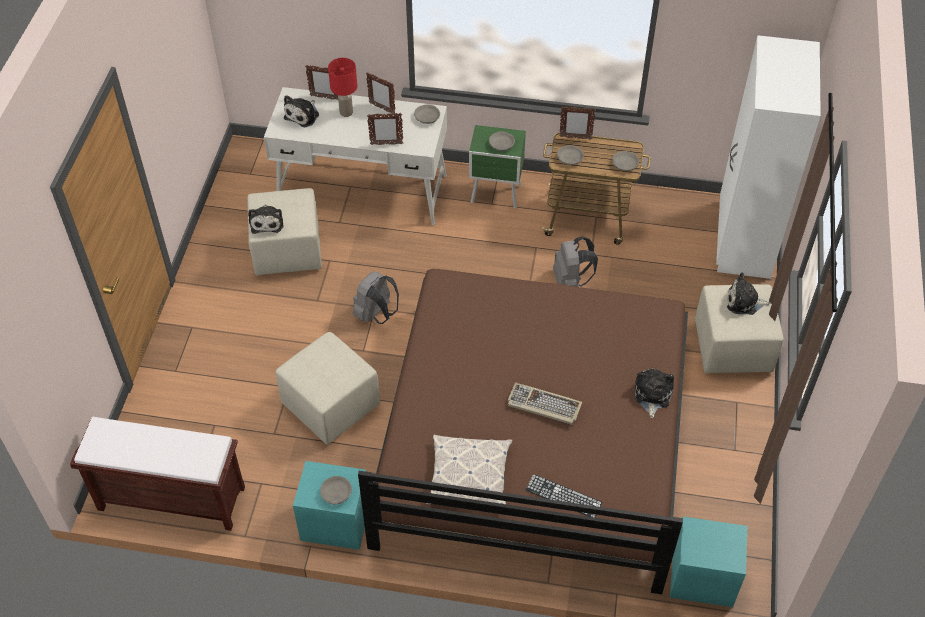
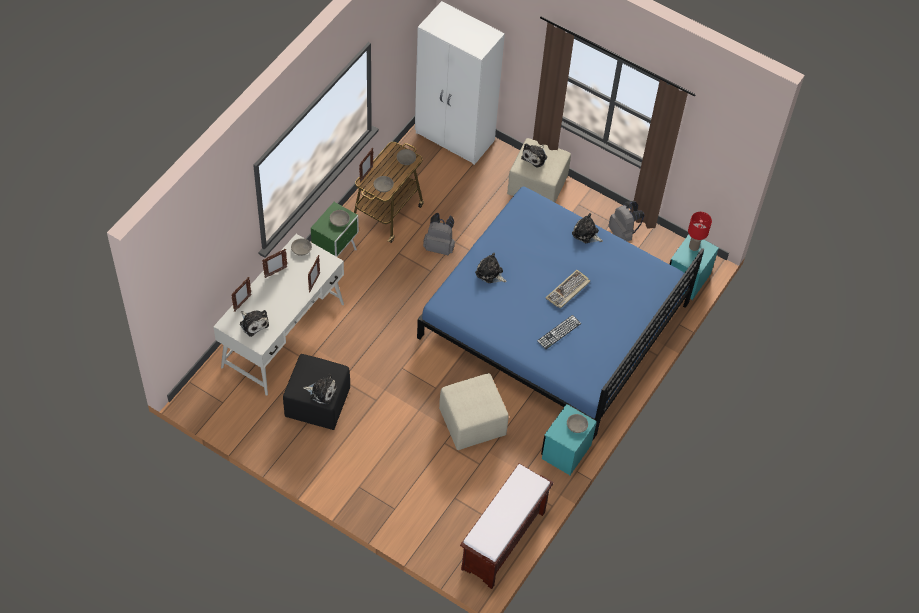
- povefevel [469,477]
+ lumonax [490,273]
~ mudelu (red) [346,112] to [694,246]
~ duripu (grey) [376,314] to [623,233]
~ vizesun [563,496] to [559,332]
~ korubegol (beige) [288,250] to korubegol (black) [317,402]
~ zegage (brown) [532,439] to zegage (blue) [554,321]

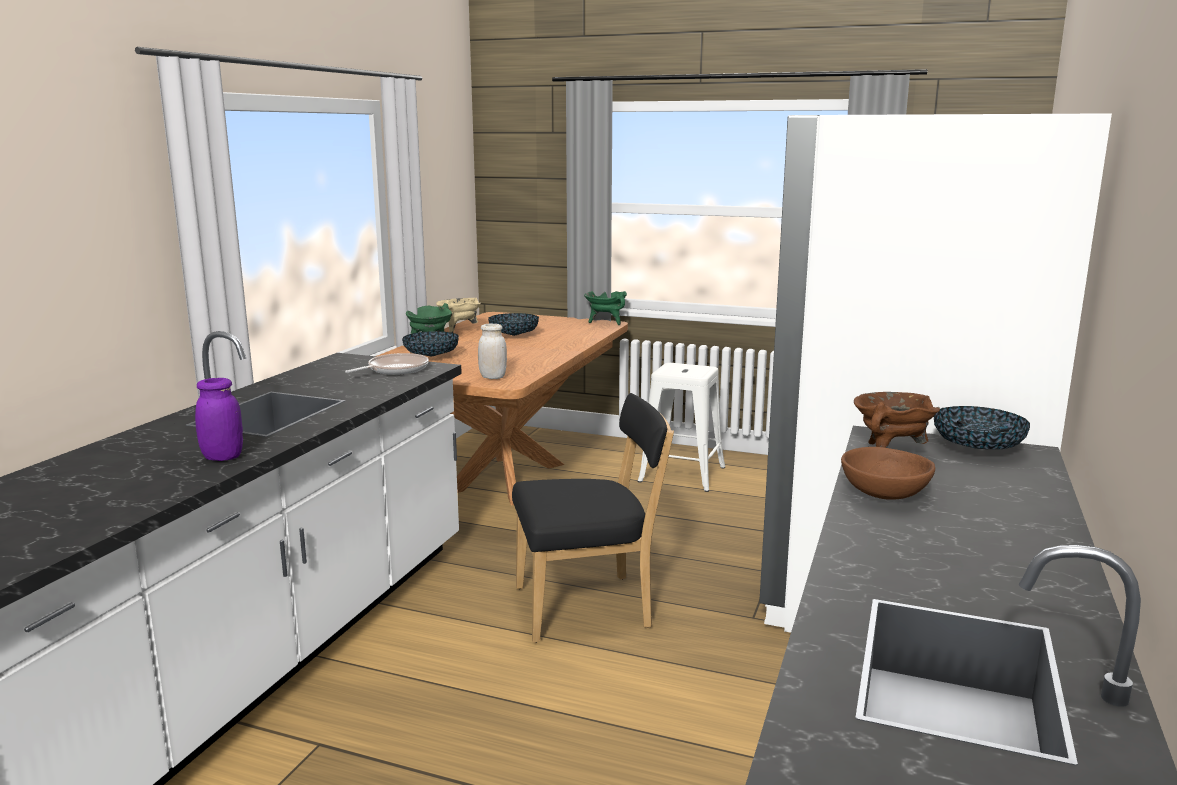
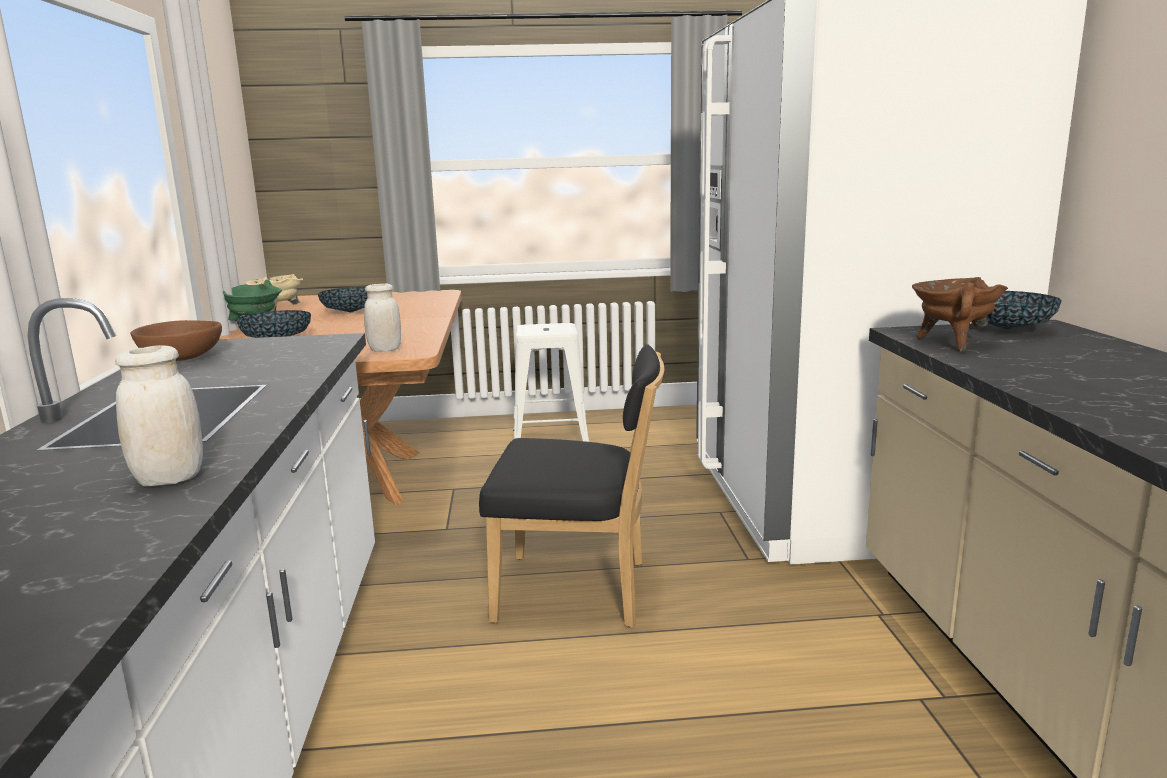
- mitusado [395,370]
- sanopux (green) [606,322]
~ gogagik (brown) [885,494] to [183,358]
~ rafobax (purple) [223,457] to rafobax (white) [169,479]
~ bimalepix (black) [589,607] = [580,591] 45 degrees clockwise

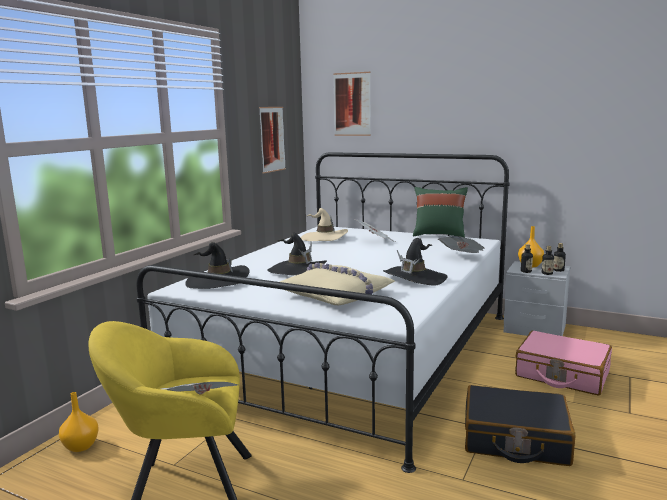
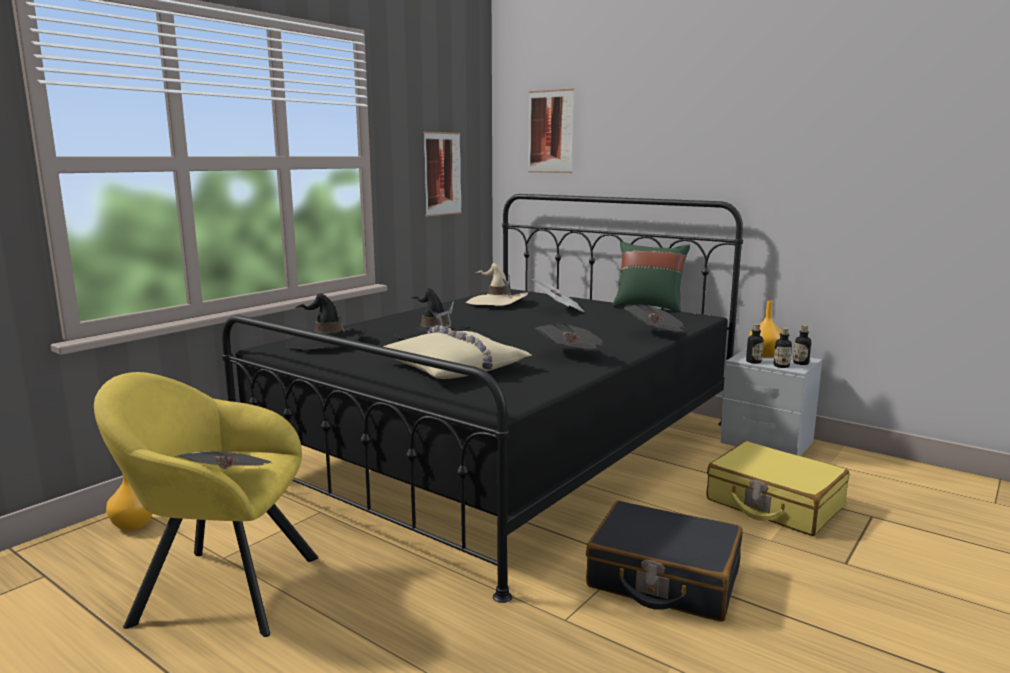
~ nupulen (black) [414,278] to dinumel [571,355]
~ zegage (white) [350,352] to zegage (black) [504,449]
~ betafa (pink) [562,374] to betafa (yellow) [774,503]

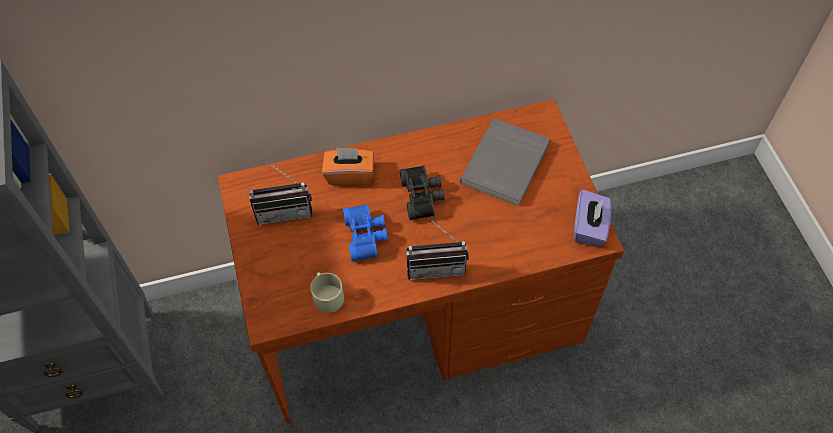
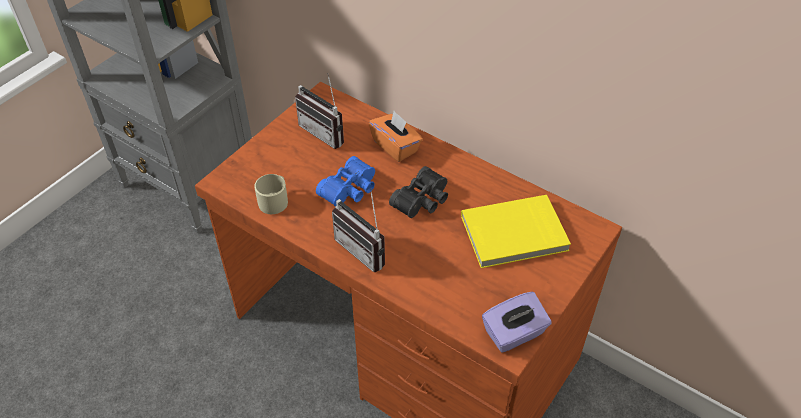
~ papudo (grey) [506,164] to papudo (yellow) [514,235]

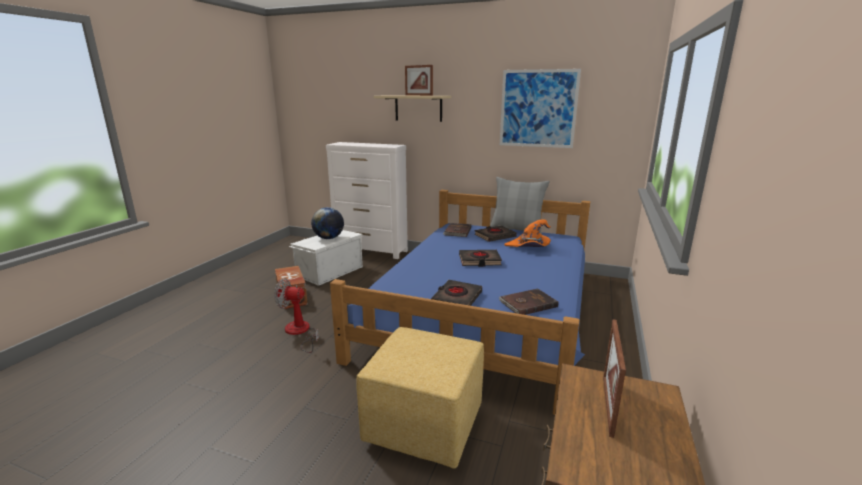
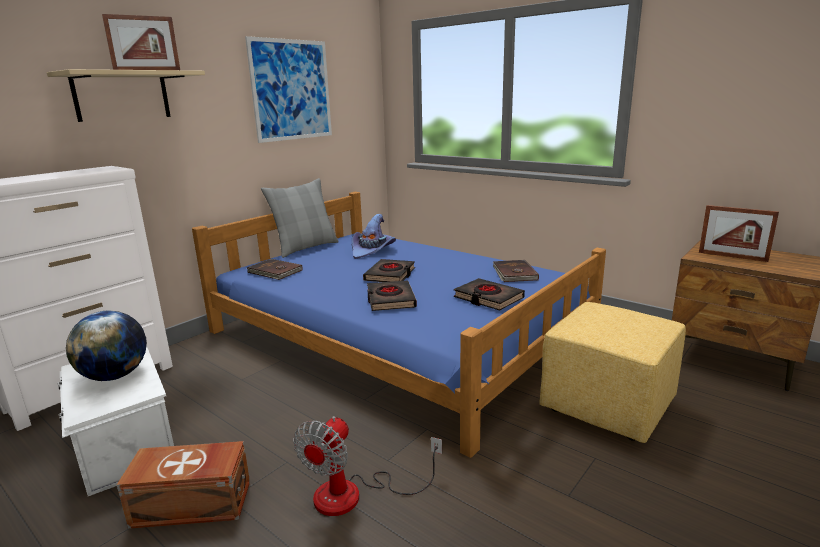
~ papudo (black) [495,236] to [390,300]
~ nupulen (orange) [529,247] to nupulen (purple) [372,251]

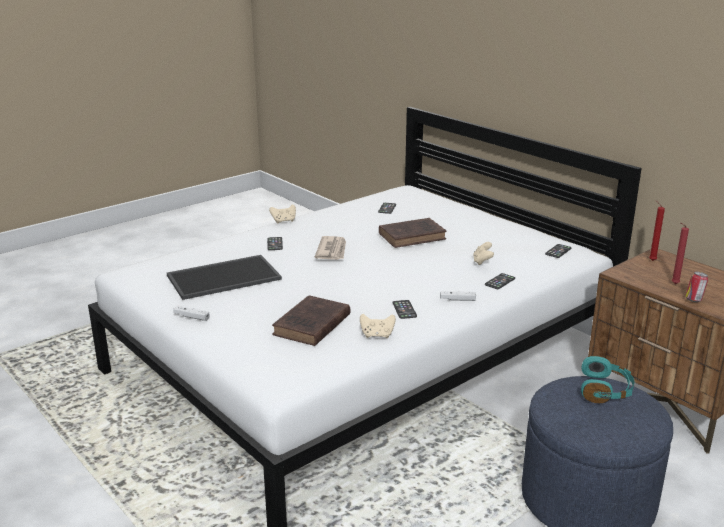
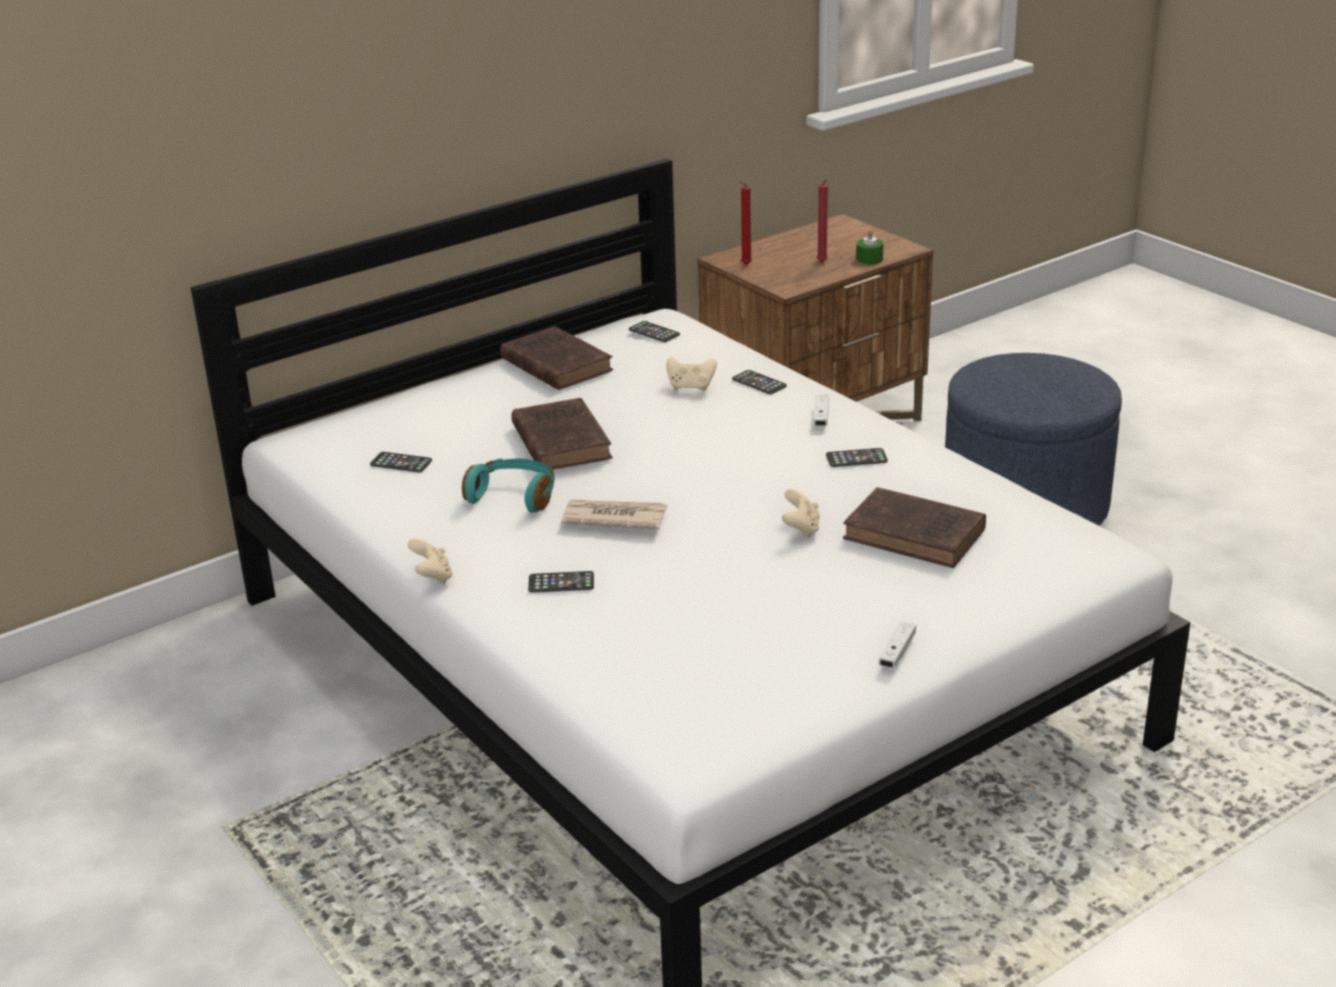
- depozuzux [224,276]
+ papudo (brown) [554,364]
~ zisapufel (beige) [377,335] to [801,529]
~ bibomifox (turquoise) [605,390] to [514,496]
~ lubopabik [694,300] to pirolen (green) [869,259]

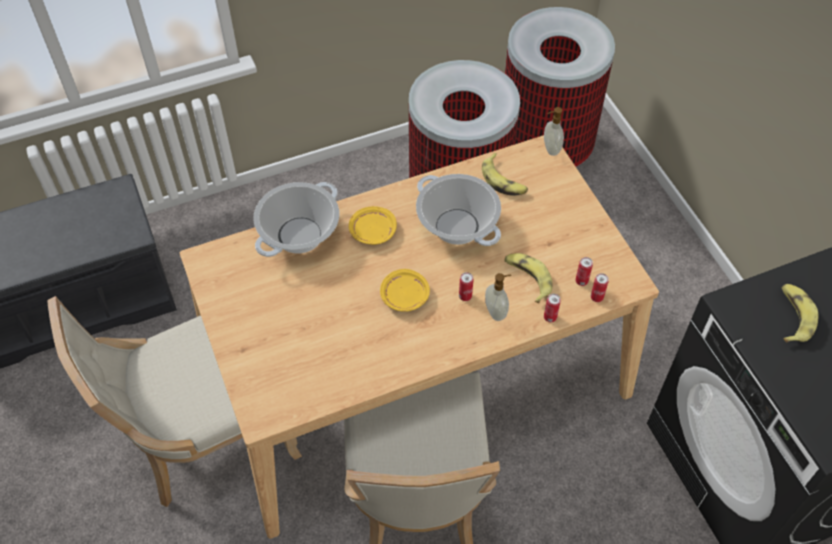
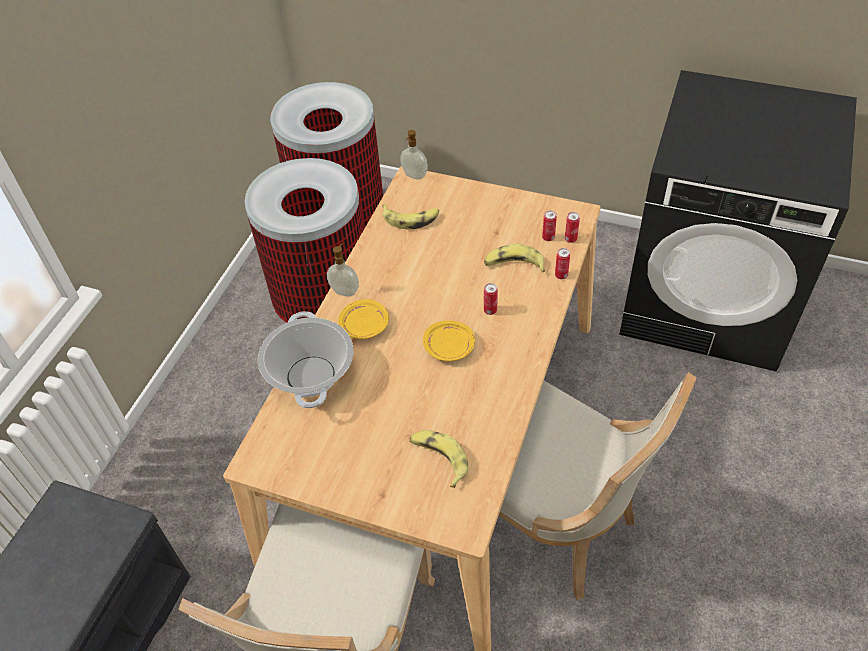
- sanopux [457,226]
~ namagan [496,312] to [345,291]
~ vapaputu [793,316] to [439,458]

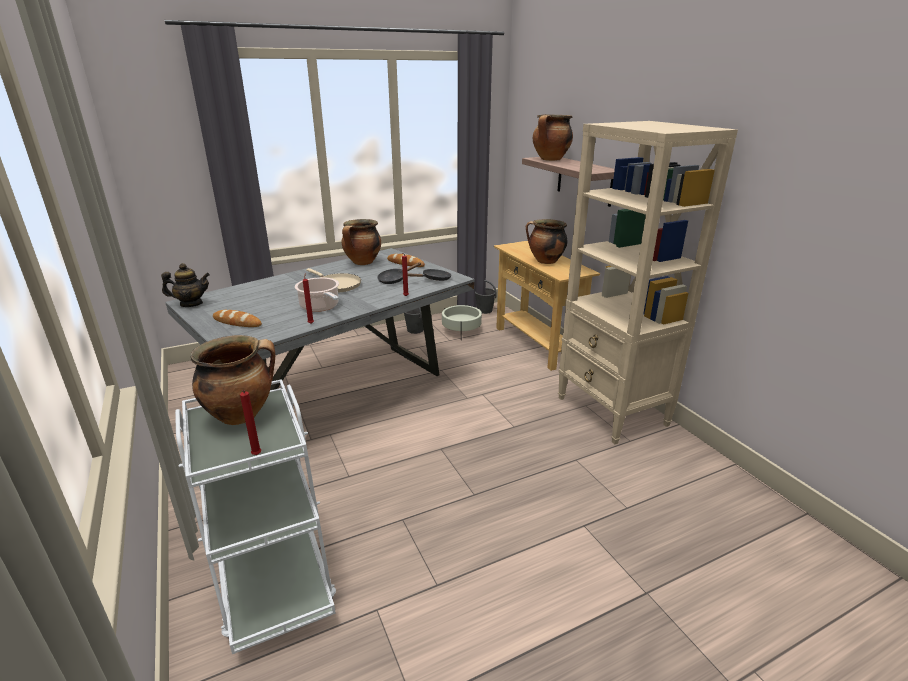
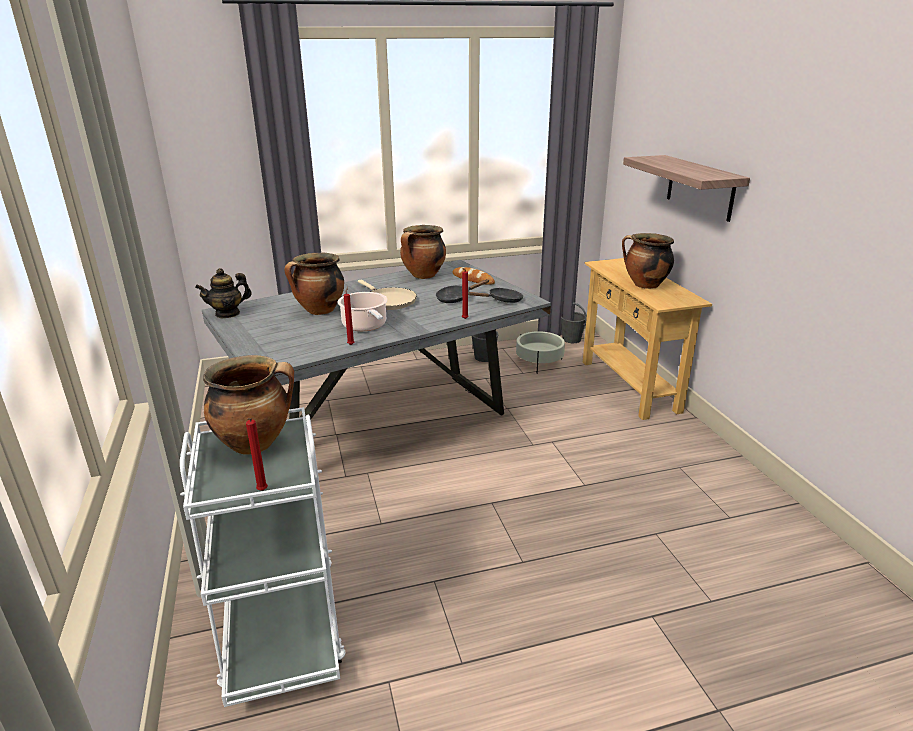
- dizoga [237,322]
- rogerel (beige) [612,412]
~ sanopux [550,160] to [319,311]
~ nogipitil [191,304] = [228,313] 150 degrees clockwise

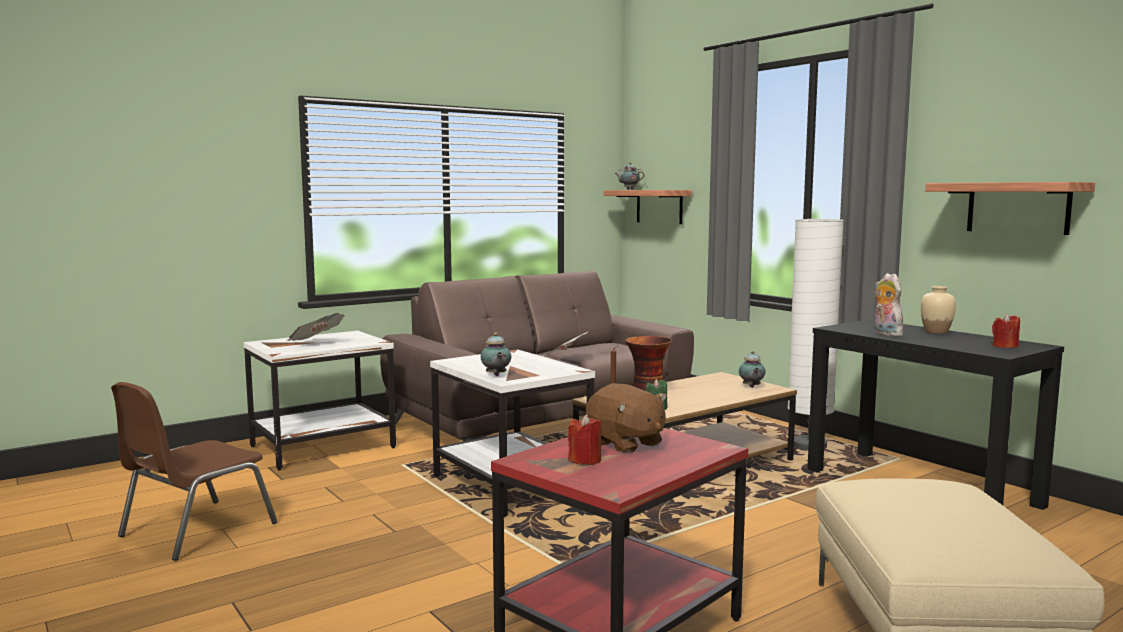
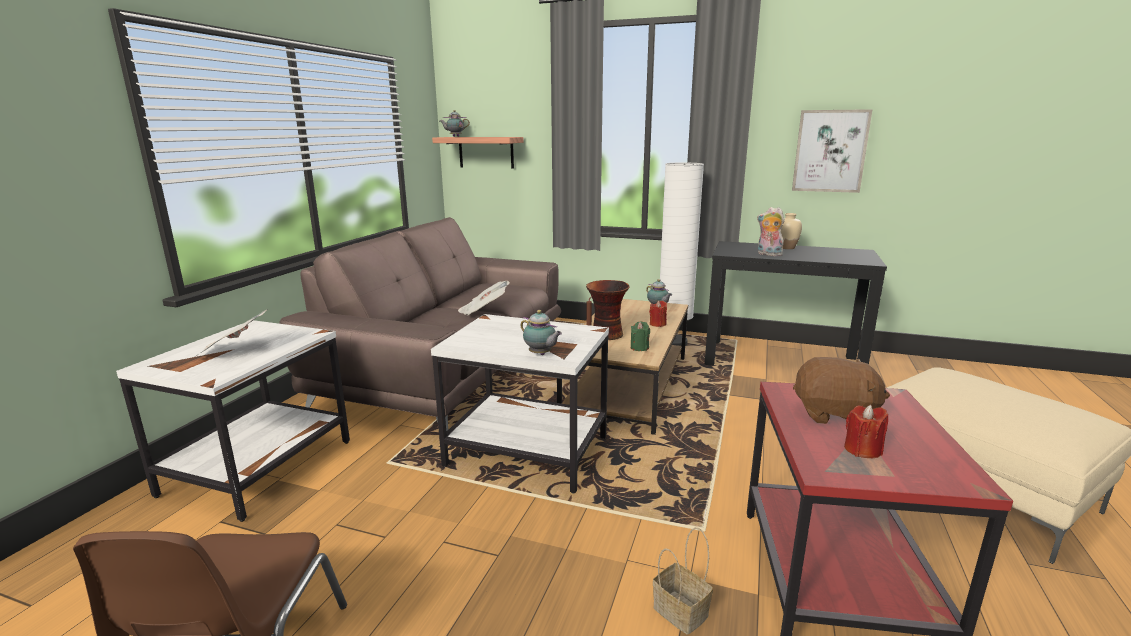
+ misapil [678,611]
~ pirolen (red) [1005,346] to [658,324]
~ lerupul [1018,207] to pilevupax [830,151]

